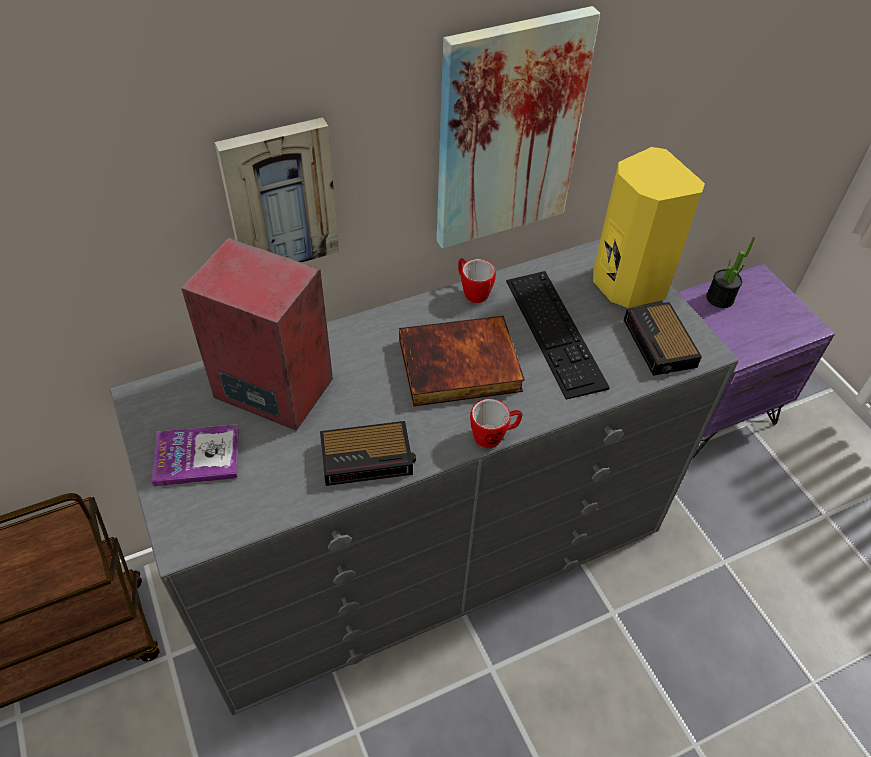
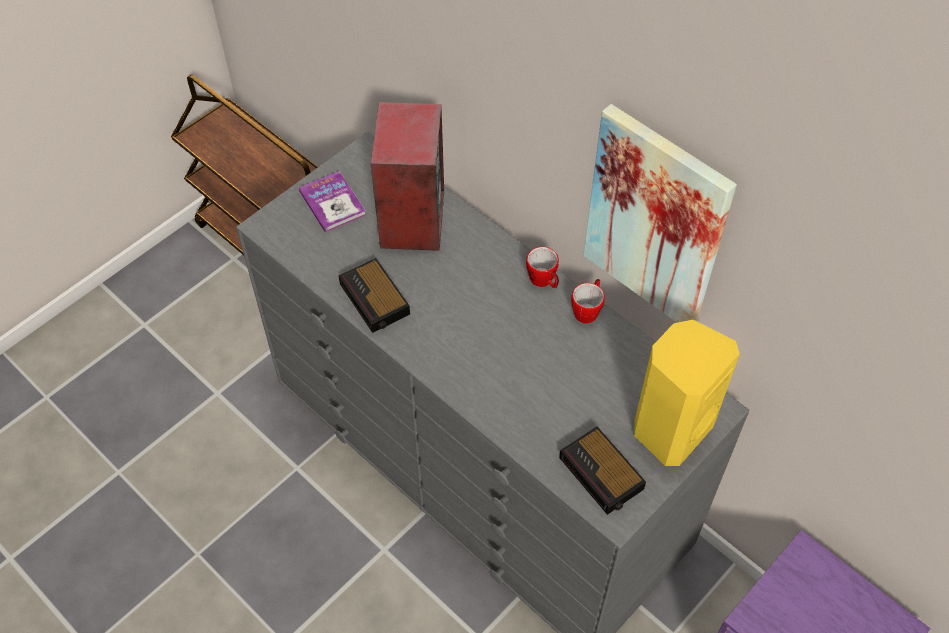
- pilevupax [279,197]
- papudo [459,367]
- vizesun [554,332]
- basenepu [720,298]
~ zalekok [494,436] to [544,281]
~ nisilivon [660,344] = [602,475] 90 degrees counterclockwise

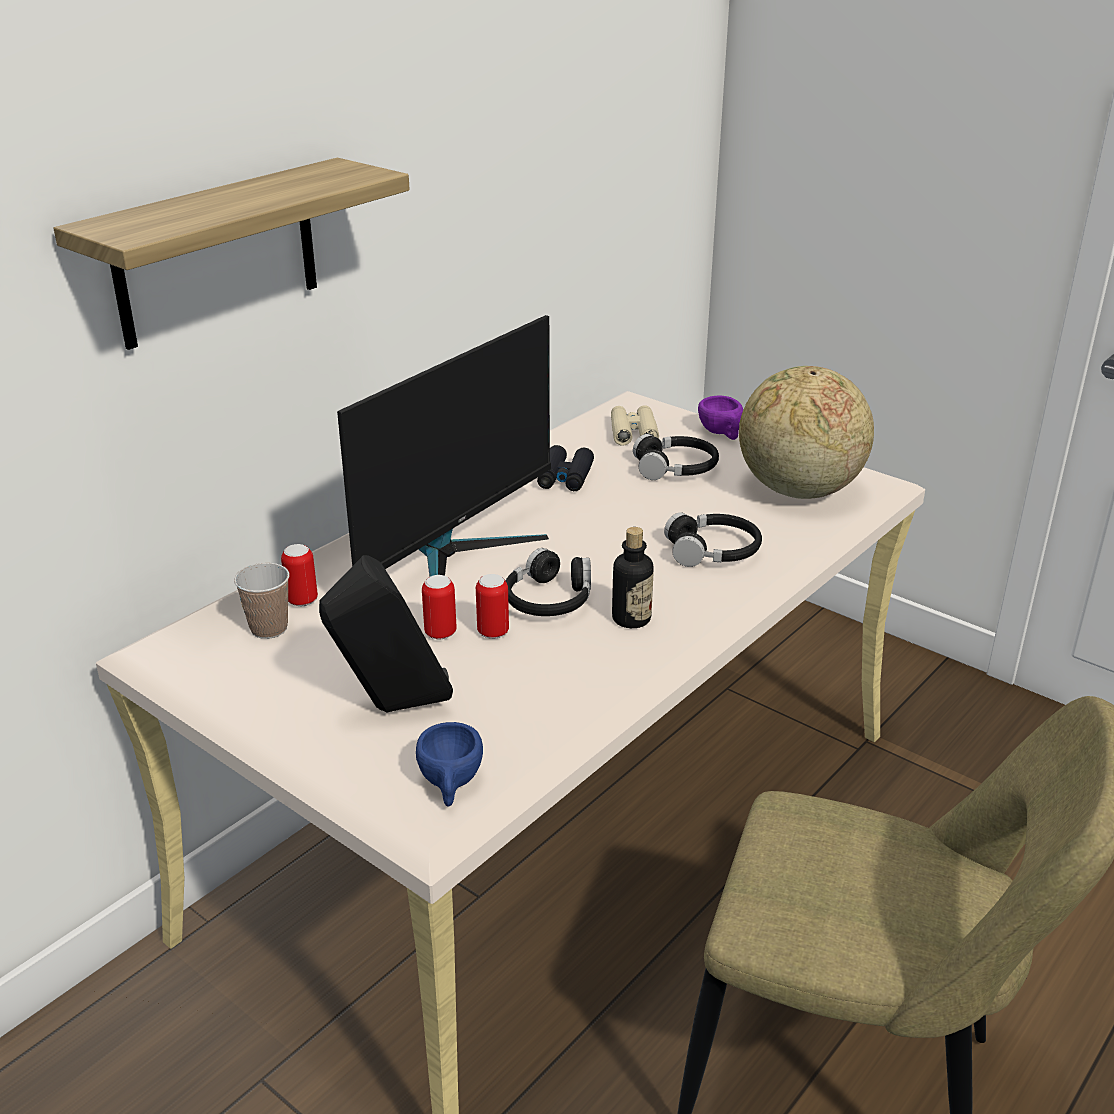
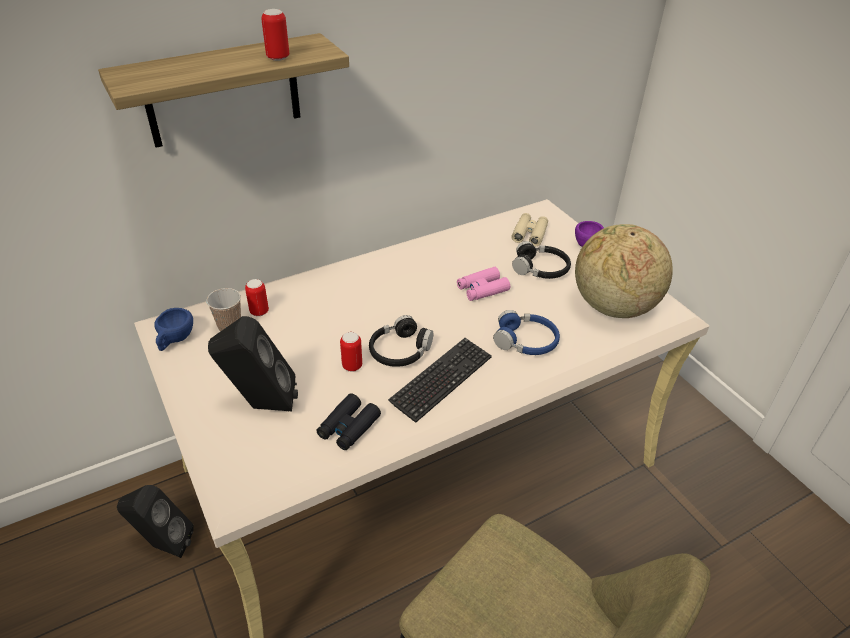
- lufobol [456,555]
+ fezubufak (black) [164,545]
+ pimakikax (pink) [482,289]
~ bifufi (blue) [450,785] to [175,340]
~ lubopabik [440,633] to [278,57]
~ pimakikax (black) [565,477] to [348,427]
~ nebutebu [631,619] to vizesun [441,380]
~ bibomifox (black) [713,551] to bibomifox (blue) [526,341]

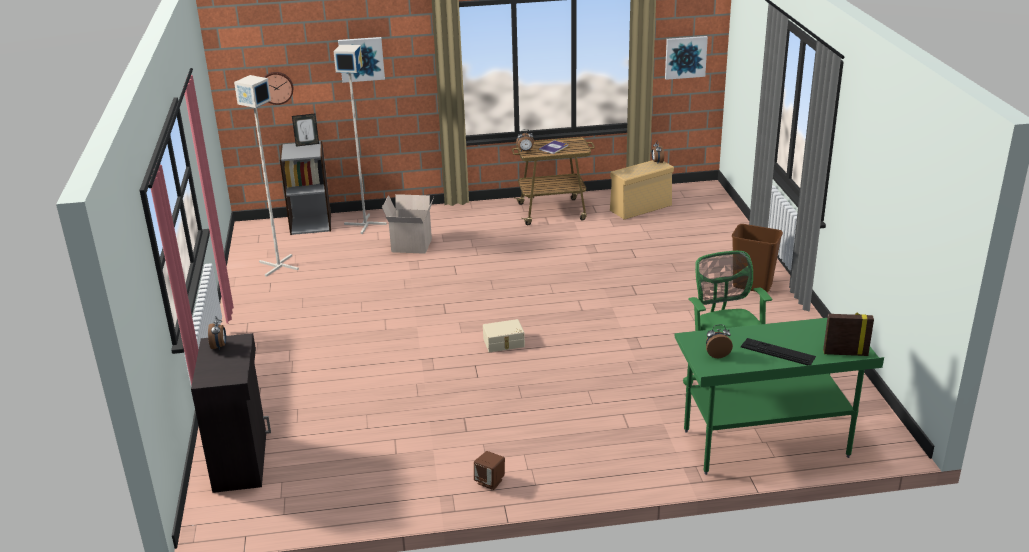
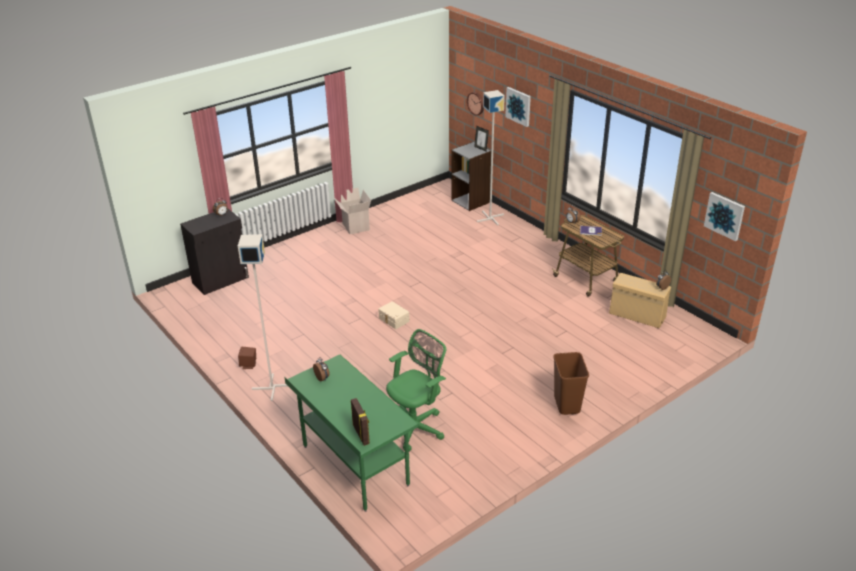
- vizesun [778,352]
~ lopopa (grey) [278,266] to [272,387]
~ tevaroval [410,246] to [354,226]

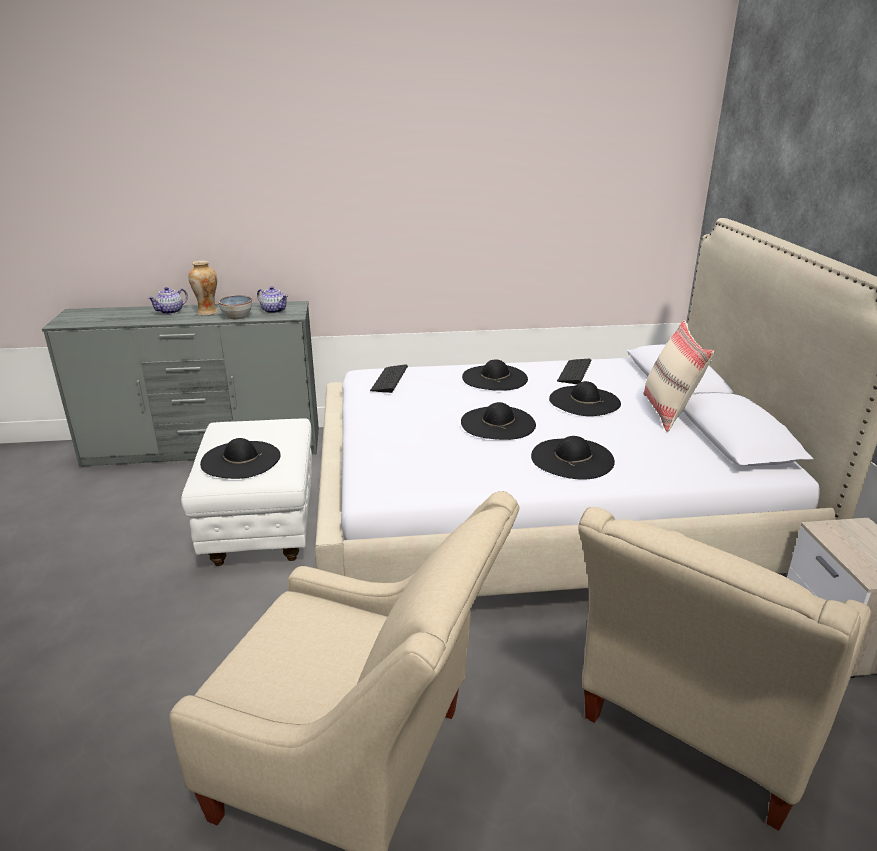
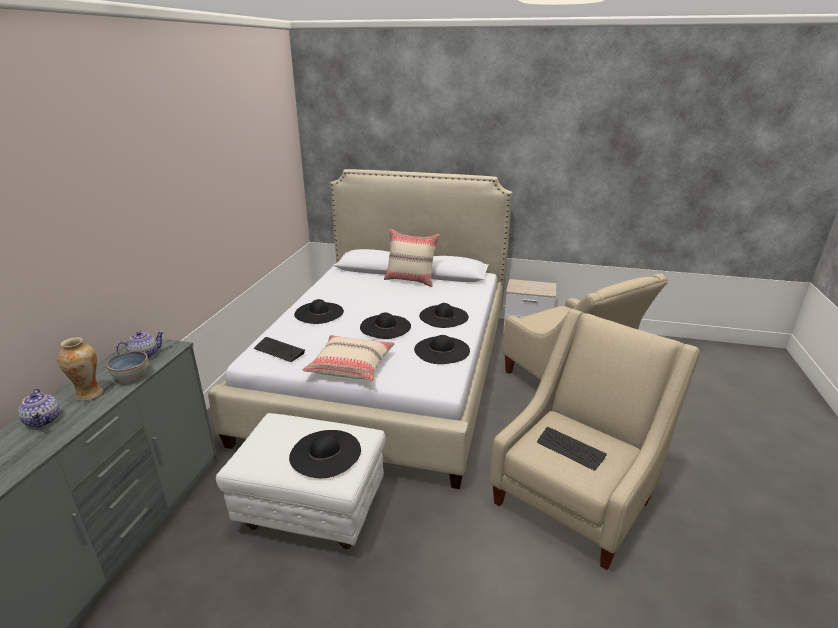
+ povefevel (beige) [351,366]
~ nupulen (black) [584,401] to [441,350]
~ vizesun [574,372] to [570,449]

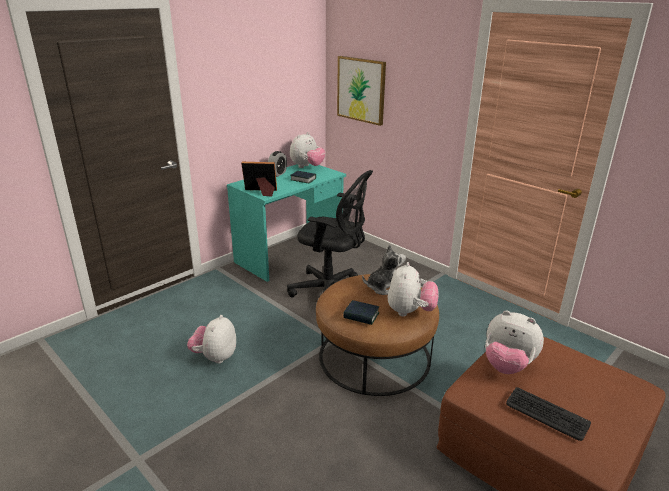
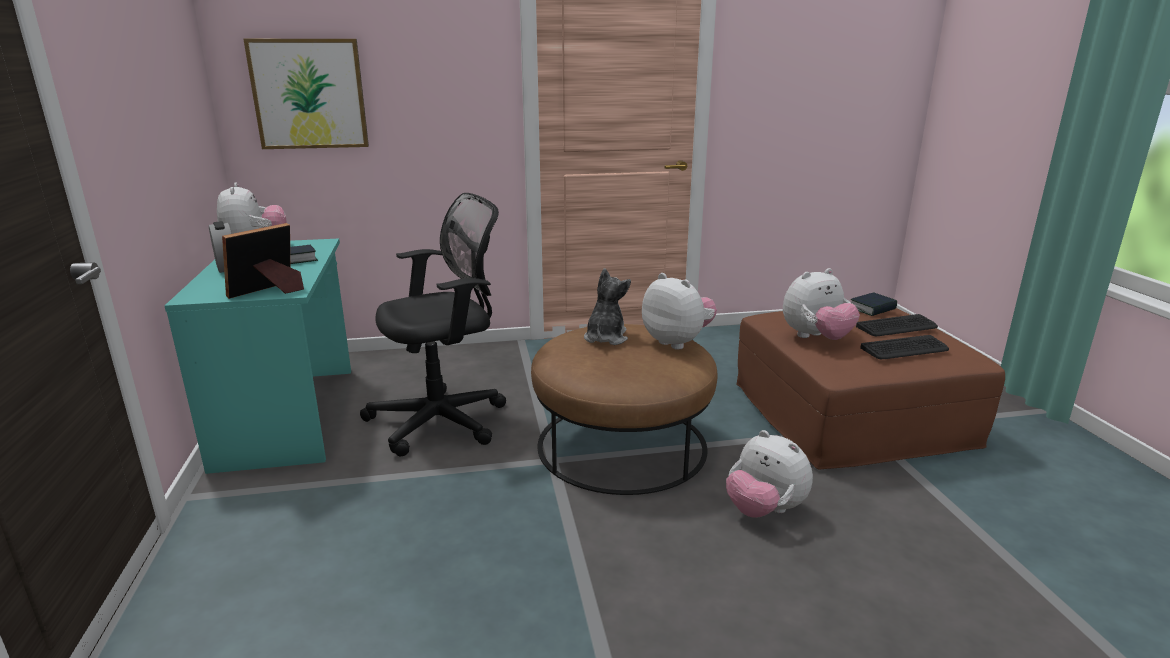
+ vizesun [897,327]
~ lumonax [215,357] to [764,510]
~ papudo [361,316] to [872,308]

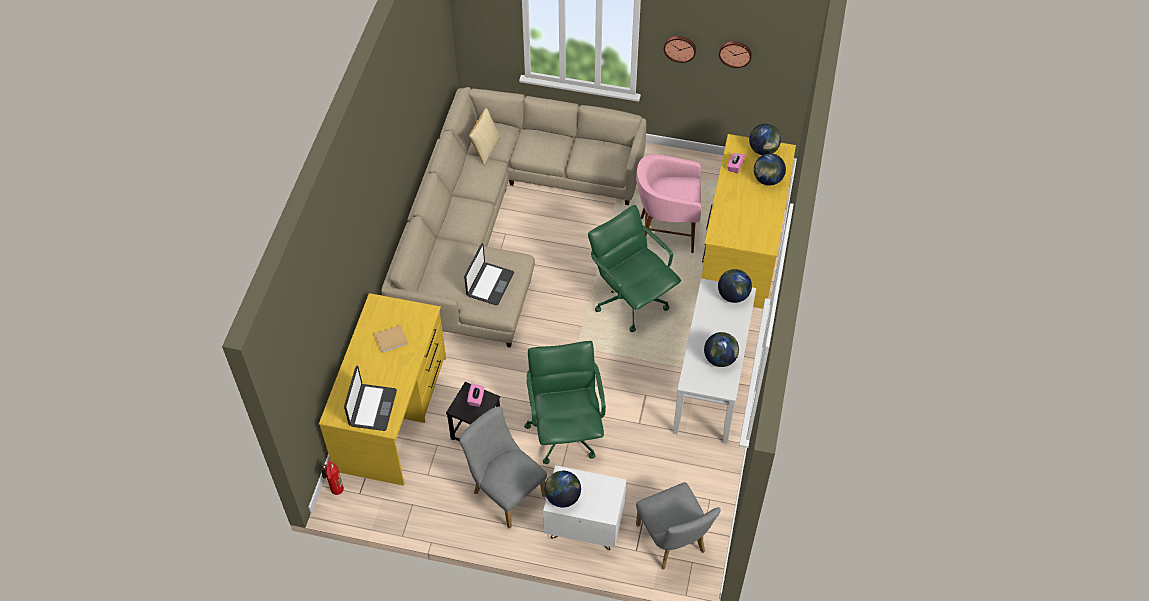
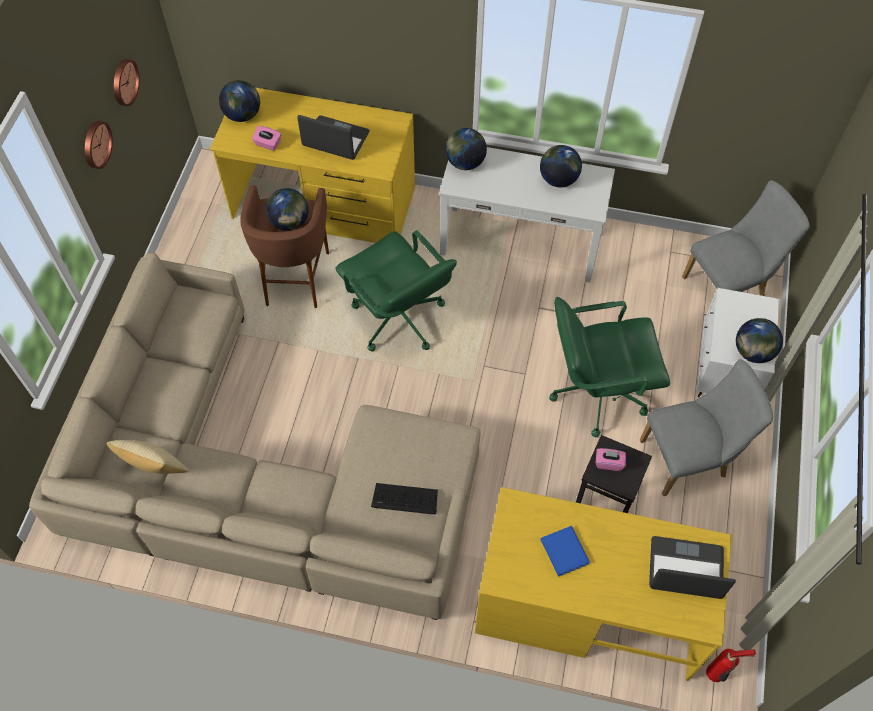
+ vizesun [405,499]
~ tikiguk [489,284] to [335,140]
~ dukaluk [767,179] to [290,222]
~ papudo (beige) [392,339] to papudo (blue) [564,550]
~ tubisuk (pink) [666,234] to tubisuk (brown) [295,279]
~ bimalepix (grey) [505,491] = [689,458] 150 degrees counterclockwise
~ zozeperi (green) [631,299] = [398,319] 90 degrees counterclockwise

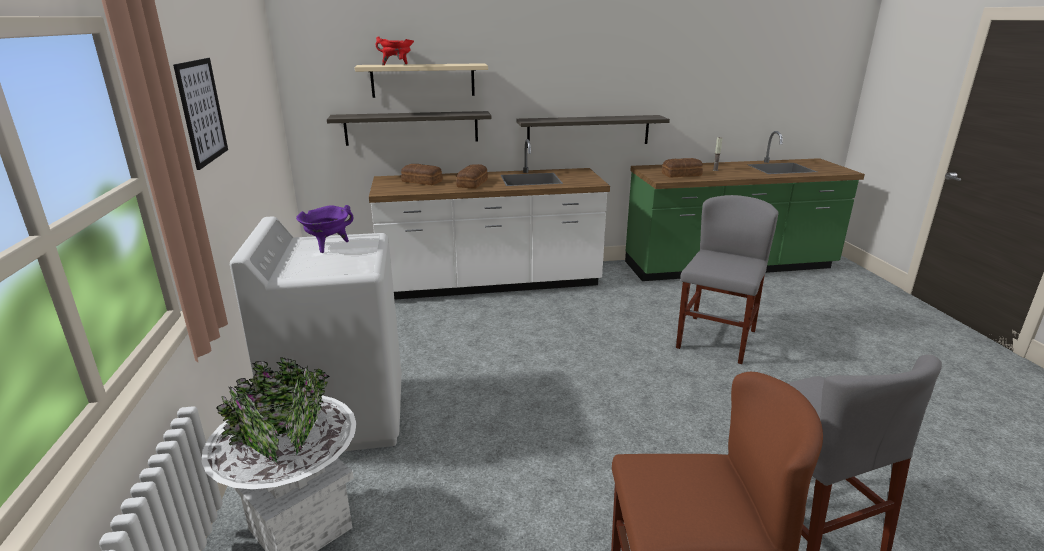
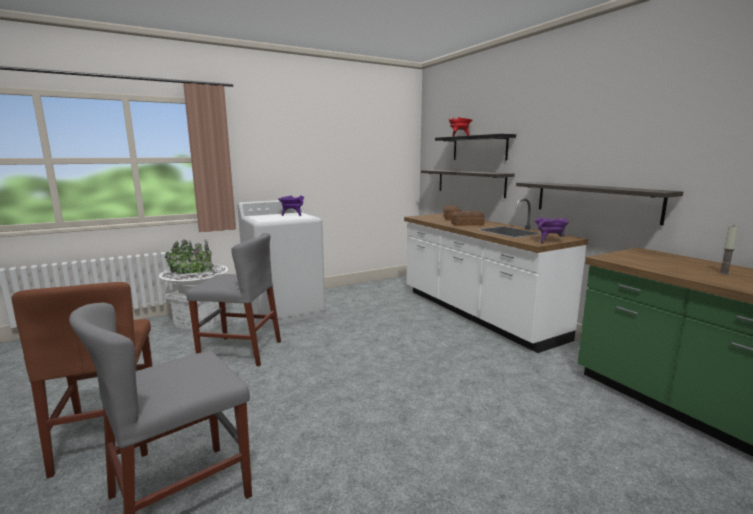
- pilevupax [202,111]
- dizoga [682,174]
+ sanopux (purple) [549,241]
~ bimalepix (grey) [716,339] to [240,351]
~ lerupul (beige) [423,80] to lerupul (black) [479,148]

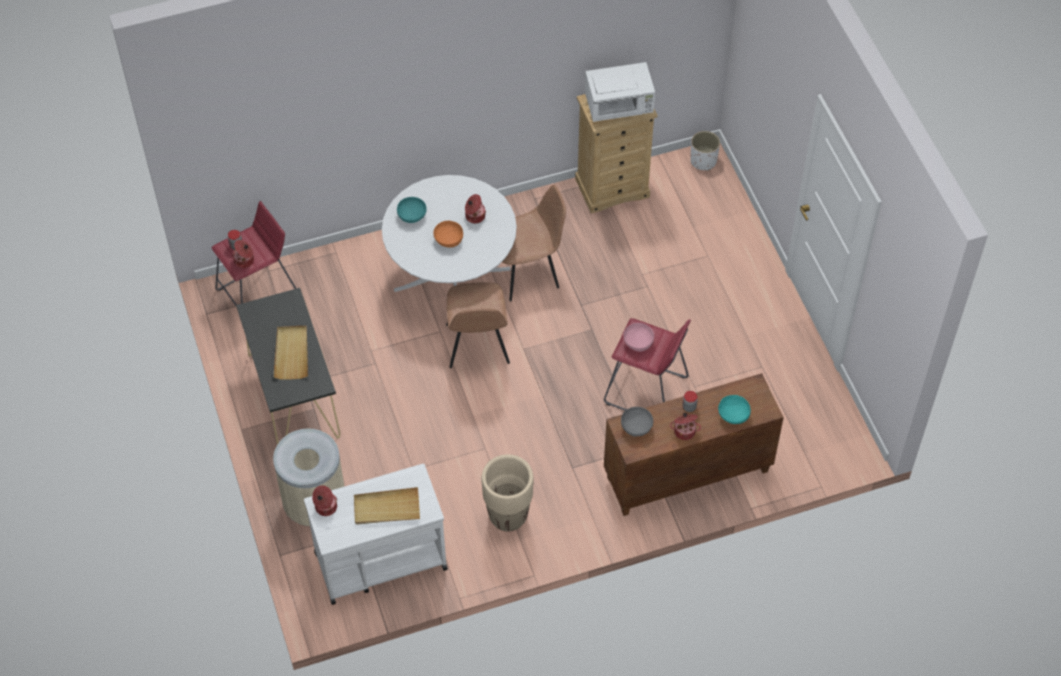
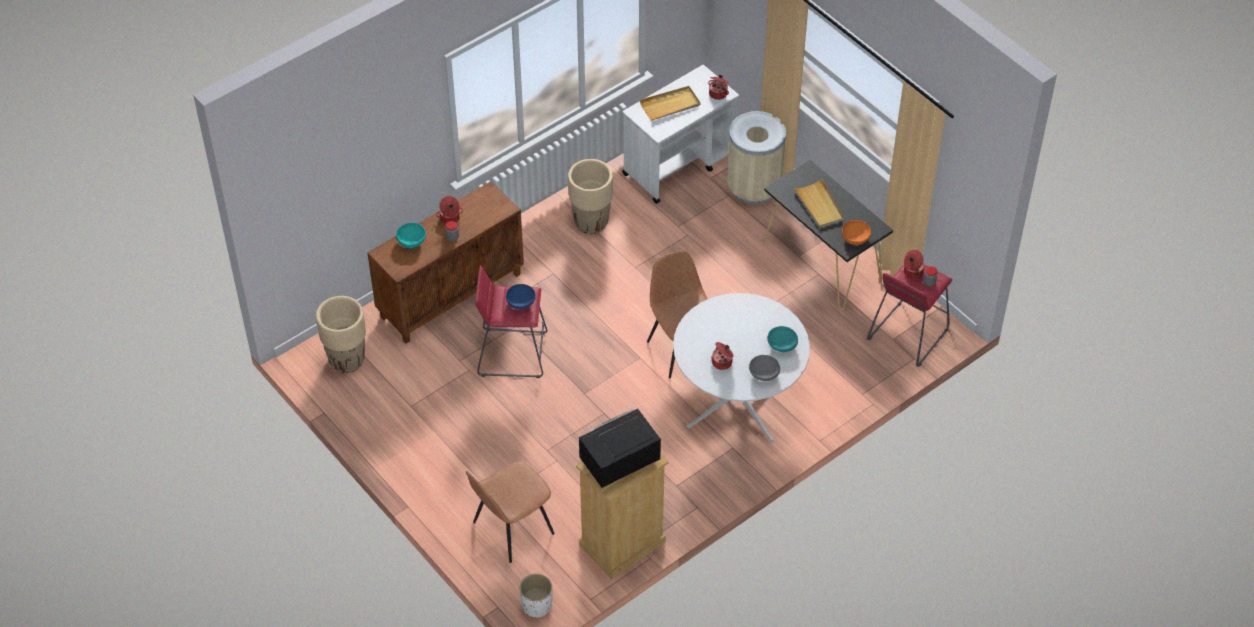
+ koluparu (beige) [347,360]
~ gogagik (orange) [448,240] to [855,238]
~ bimalepix (brown) [527,272] to [511,529]
~ gogagik (grey) [636,427] to [763,374]
~ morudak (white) [619,107] to morudak (black) [618,462]
~ gogagik (pink) [638,342] to gogagik (blue) [521,303]

